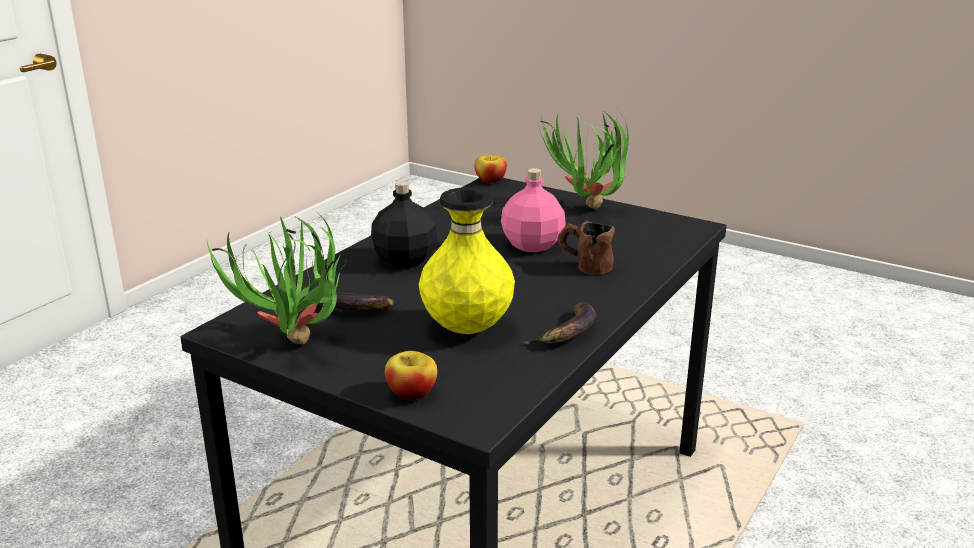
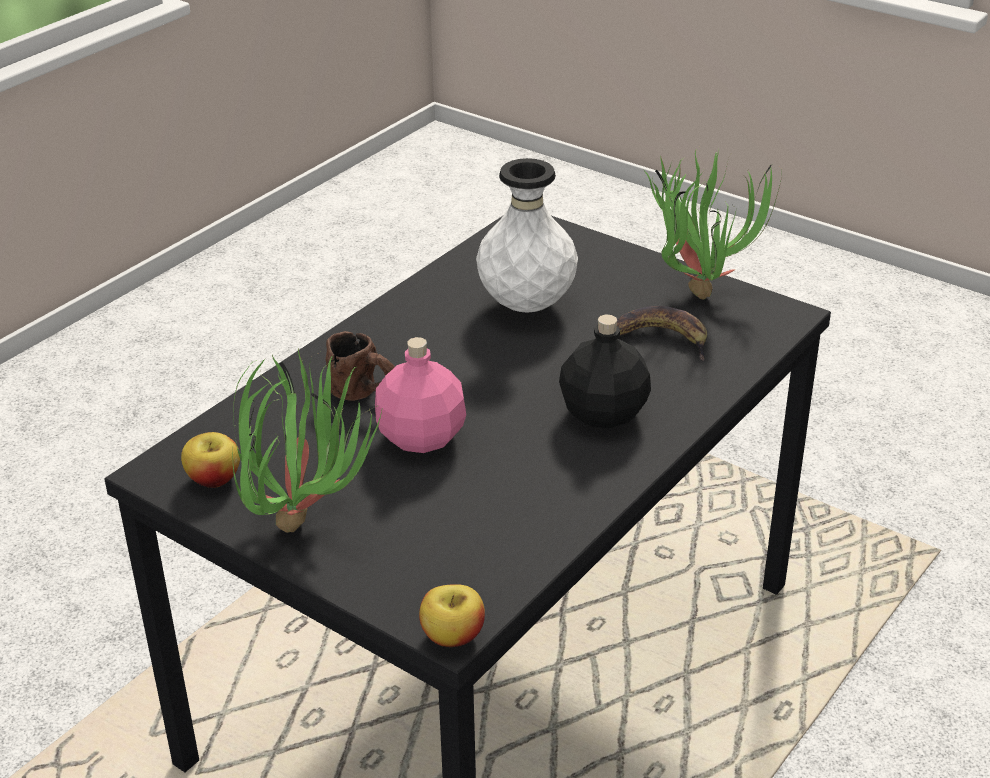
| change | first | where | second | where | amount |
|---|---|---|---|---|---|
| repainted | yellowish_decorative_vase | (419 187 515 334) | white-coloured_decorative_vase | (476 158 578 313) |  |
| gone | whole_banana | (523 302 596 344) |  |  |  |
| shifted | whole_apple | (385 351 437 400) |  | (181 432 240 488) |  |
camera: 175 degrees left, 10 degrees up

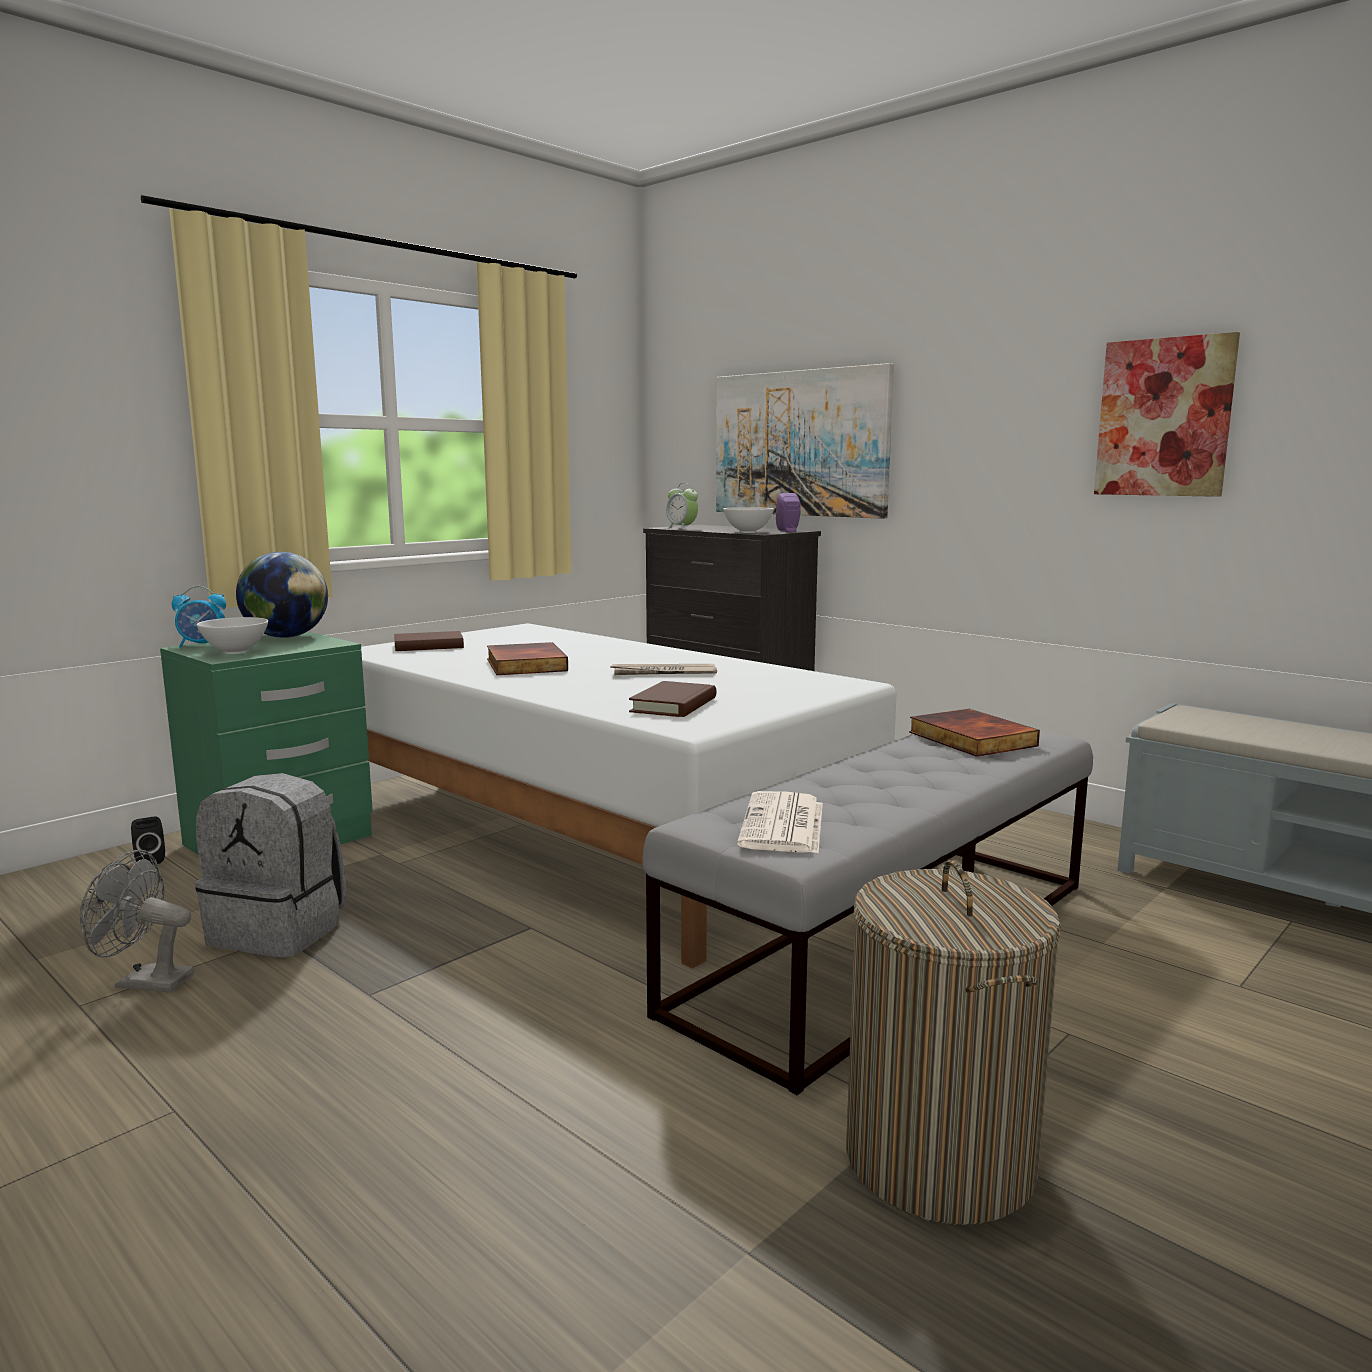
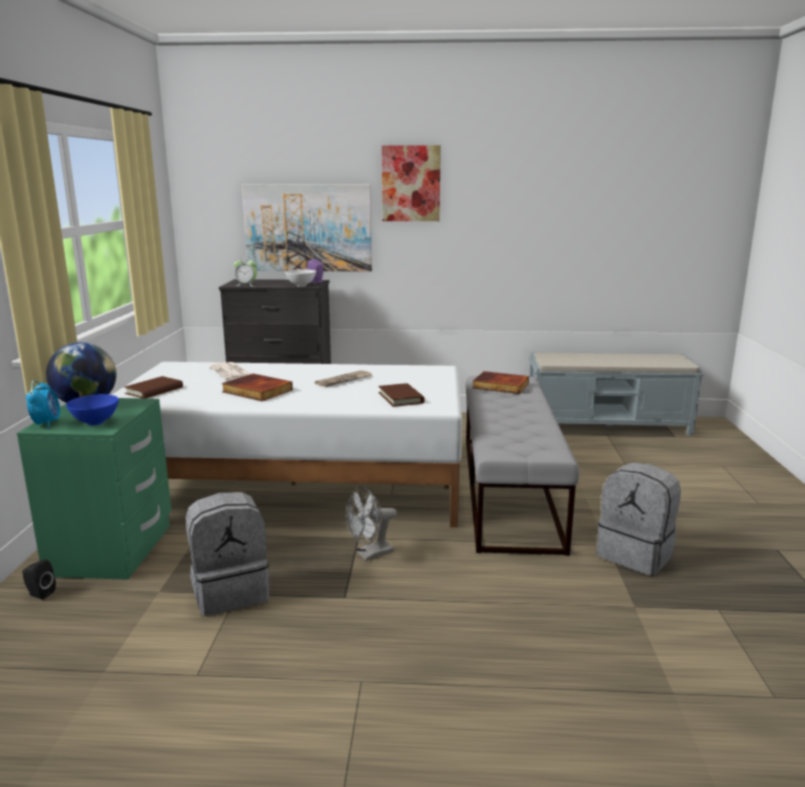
| change | first | where | second | where | amount |
|---|---|---|---|---|---|
| shifted | picture | (1094 332 1240 497) |  | (382 145 441 221) |  |
| rotated | bedside_clock | (172 586 226 648) |  | (26 380 60 429) | 45 degrees counterclockwise |
| repainted | white-coloured_serving_bowl | (197 617 268 654) | bluish_serving_bowl | (66 394 119 426) |  |
| shifted | daily_paper | (737 791 823 853) |  | (209 362 250 380) |  |
| shifted | greyish_electric_fan | (80 850 194 992) |  | (345 487 397 561) |  |
| swapped | laundry_basket | (846 860 1061 1225) | greyish_rucksack | (596 462 681 575) |  |
camera: 40 degrees left, 5 degrees up

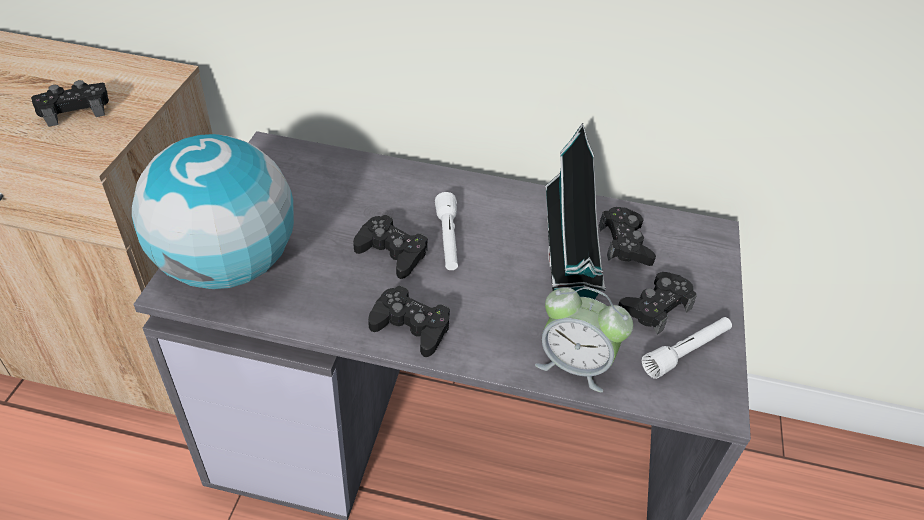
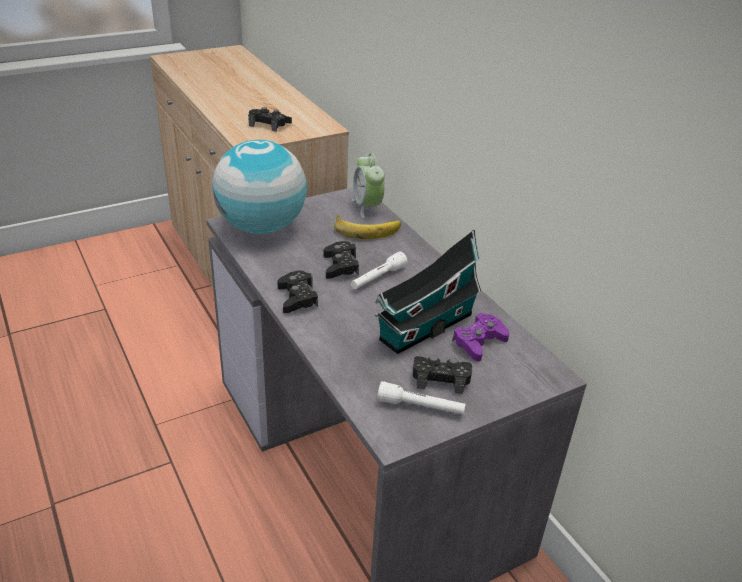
| change | first | where | second | where | amount |
|---|---|---|---|---|---|
| repainted | black_game_controller | (599 207 656 266) | purple_game_controller | (452 313 509 362) |  |
| shifted | bedside_clock | (535 287 633 392) |  | (352 153 385 218) |  |
| new |  |  | whole_banana | (334 214 401 239) |  |
camera: 50 degrees right, 10 degrees down

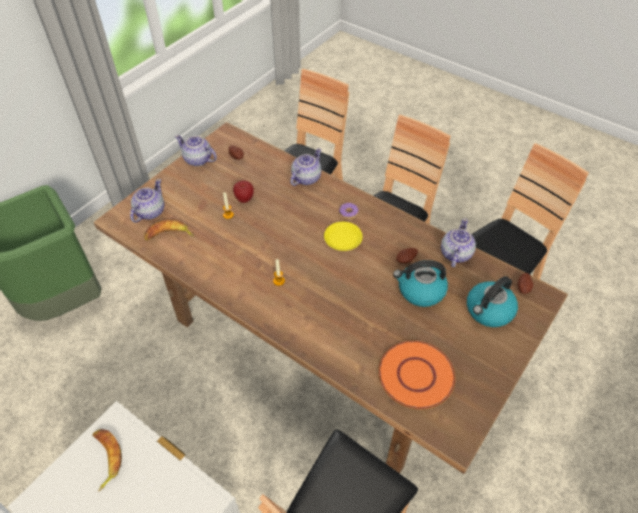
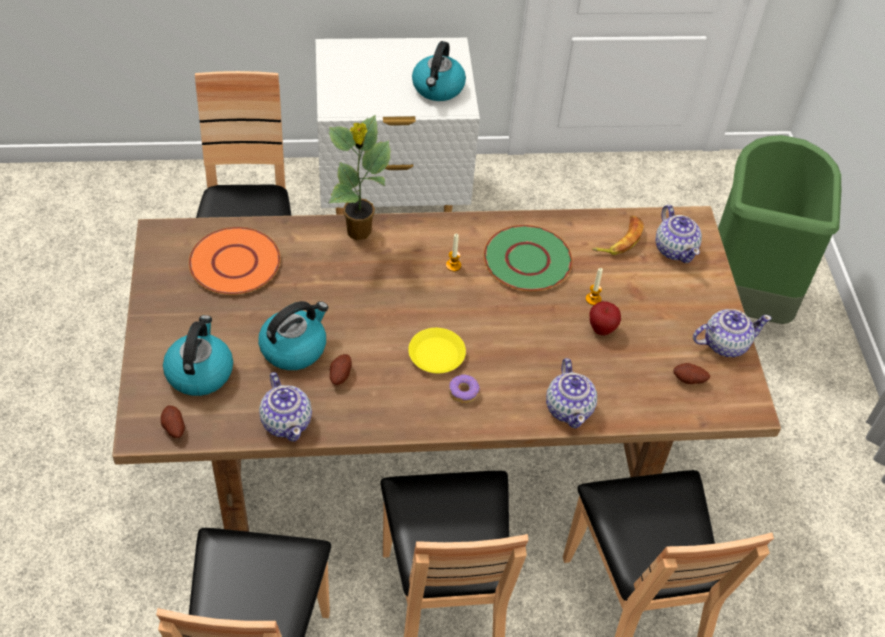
| change | first | where | second | where | amount |
|---|---|---|---|---|---|
| swapped | whole_banana | (92 429 122 492) | water_kettle | (412 41 466 101) |  |
| new |  |  | potted_plant | (329 115 391 240) |  |
| new |  |  | green_flat_dish | (484 225 572 291) |  |
camera: 135 degrees right, 0 degrees up

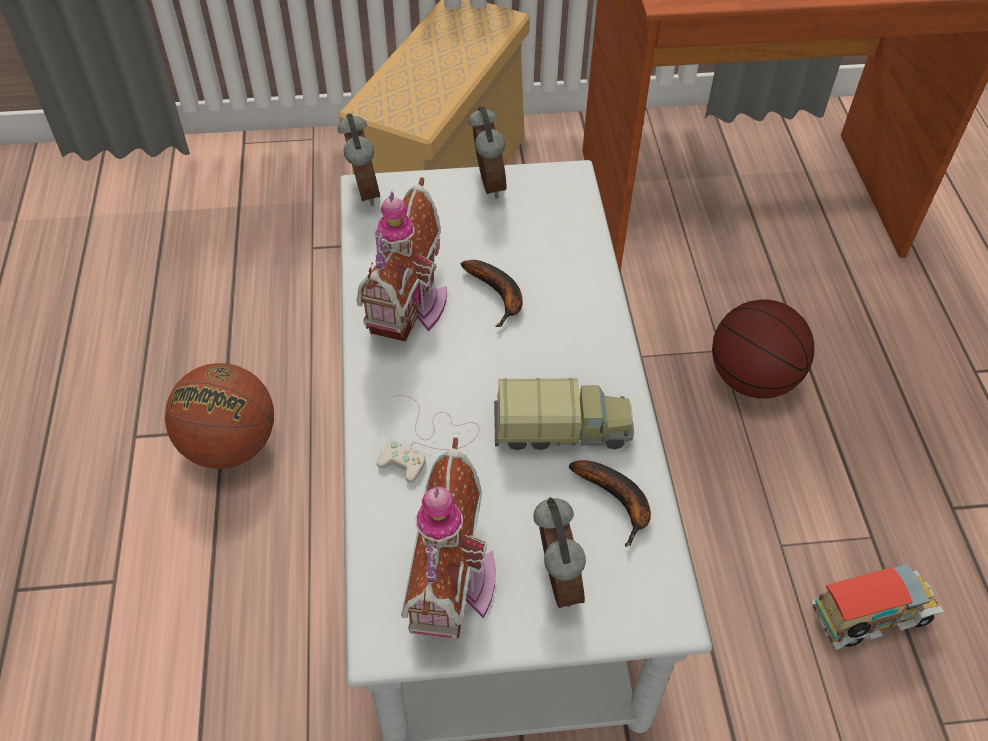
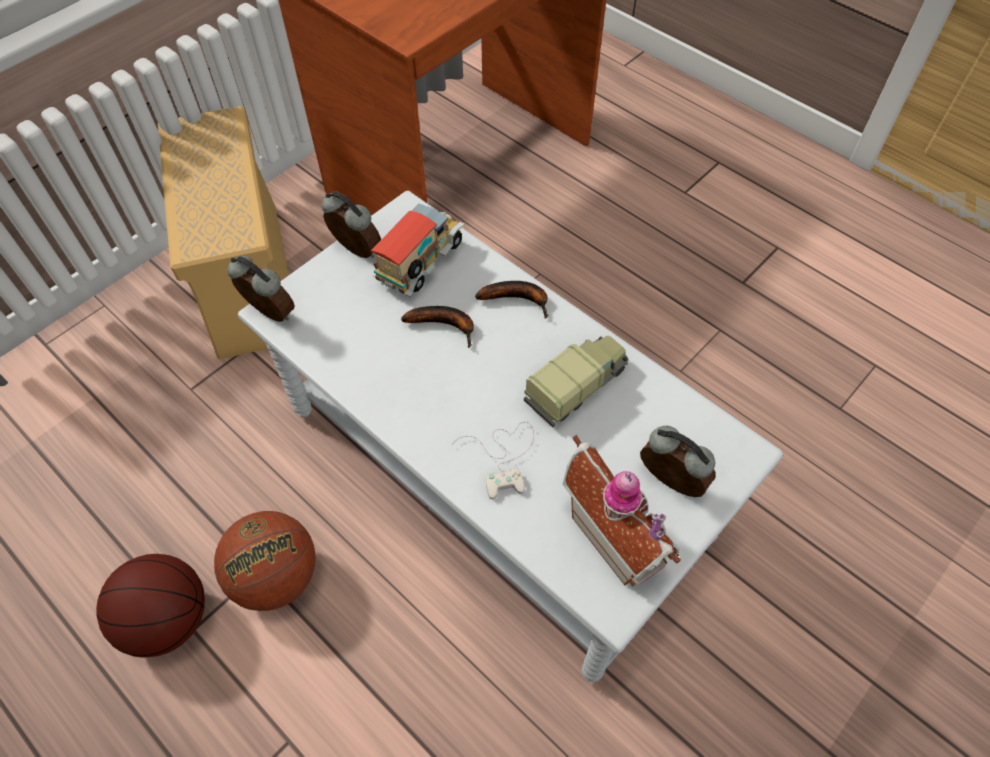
| change | first | where | second | where | amount |
|---|---|---|---|---|---|
| gone | model_house | (356 177 447 342) |  |  |  |
| shifted | ball_for_basketball | (712 299 814 399) |  | (96 554 205 658) |  |
| shifted | whole_banana | (569 460 651 547) |  | (475 281 548 319) |  |
| shifted | model_truck | (811 564 944 650) |  | (371 203 464 296) |  |
camera: 40 degrees left, 5 degrees up

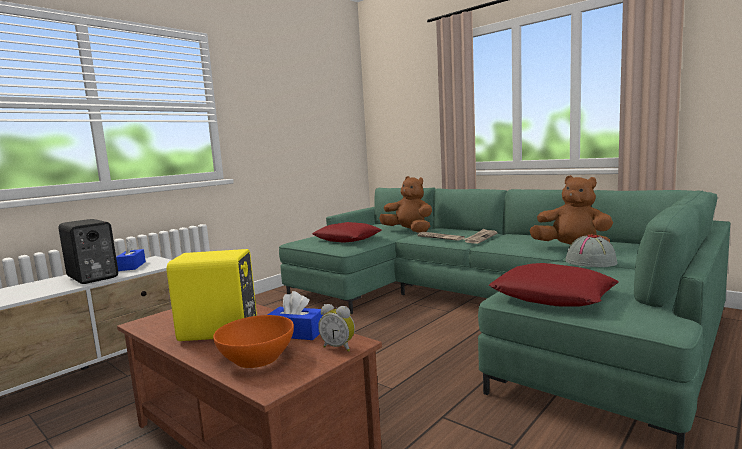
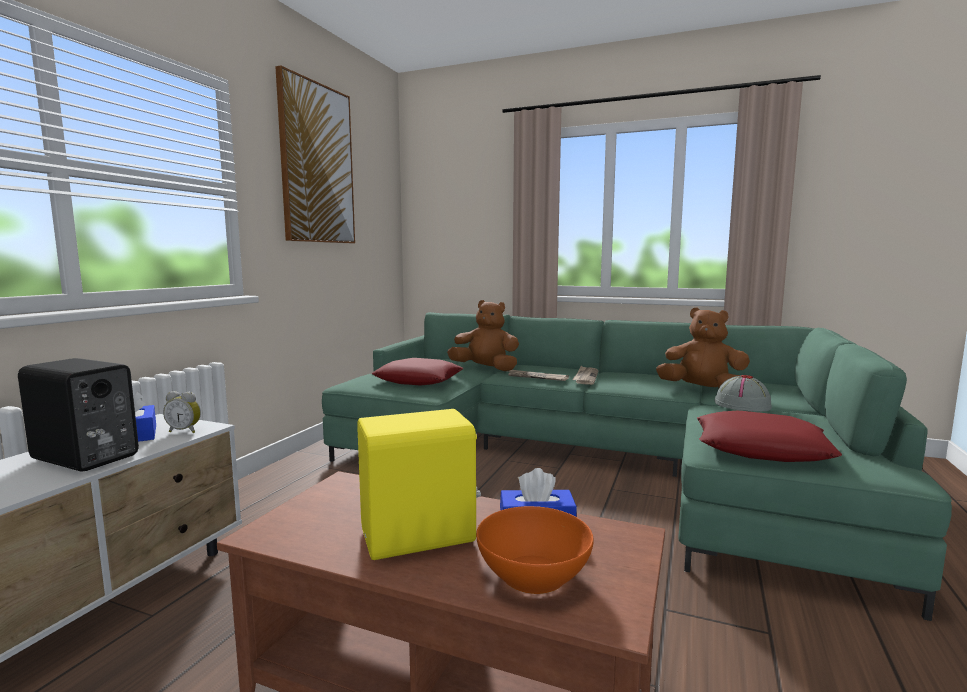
| change | first | where | second | where | amount |
|---|---|---|---|---|---|
| shifted | bedside_clock | (318 304 355 352) |  | (163 391 201 433) |  |
| new |  |  | picture | (275 65 355 243) |  |
camera: 20 degrees left, 0 degrees up

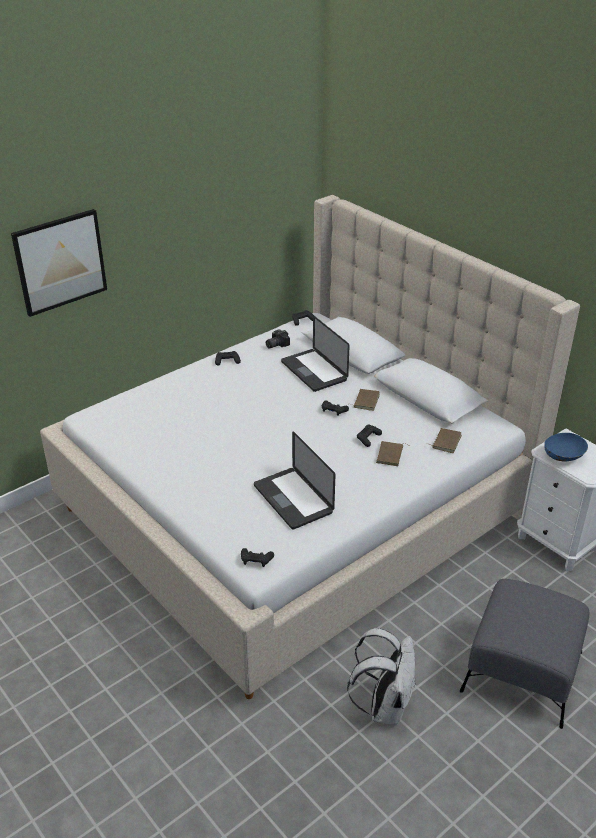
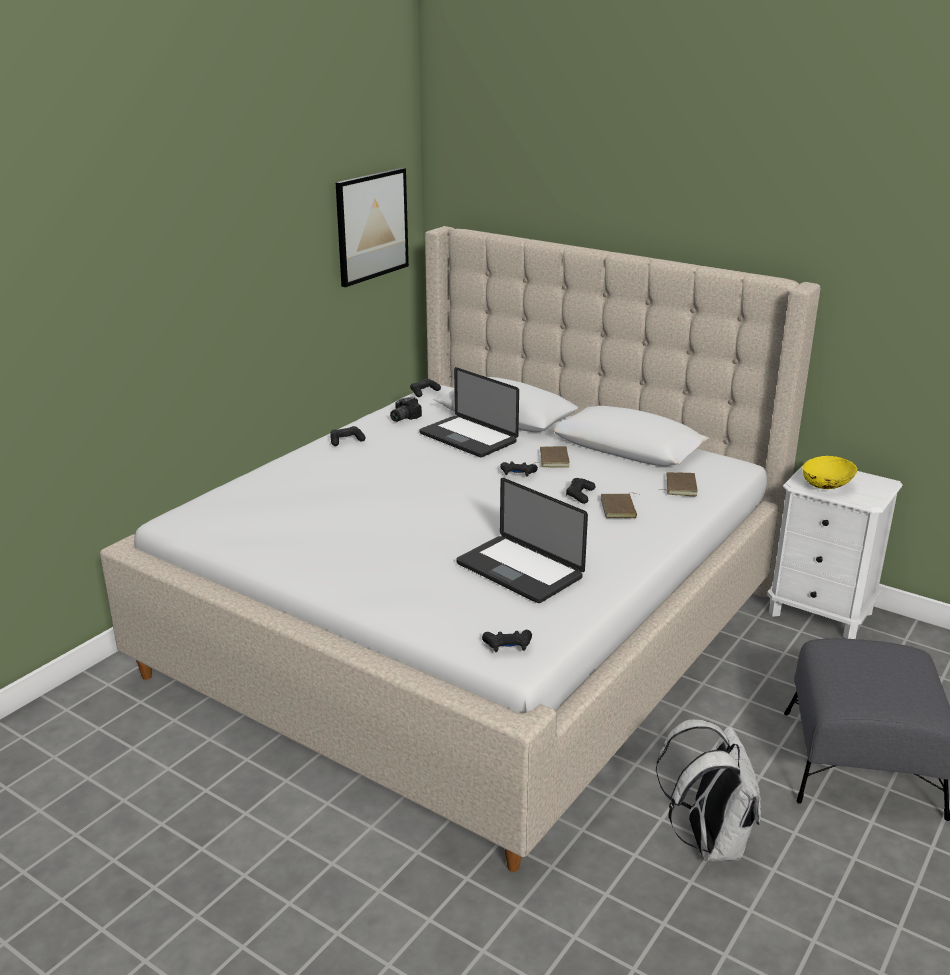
| change | first | where | second | where | amount |
|---|---|---|---|---|---|
| shifted | picture | (11 209 107 317) |  | (336 168 409 287) |  |
| repainted | bluish_serving_bowl | (544 433 588 461) | yellowish_serving_bowl | (802 456 857 489) |  |
camera: 15 degrees left, 10 degrees down

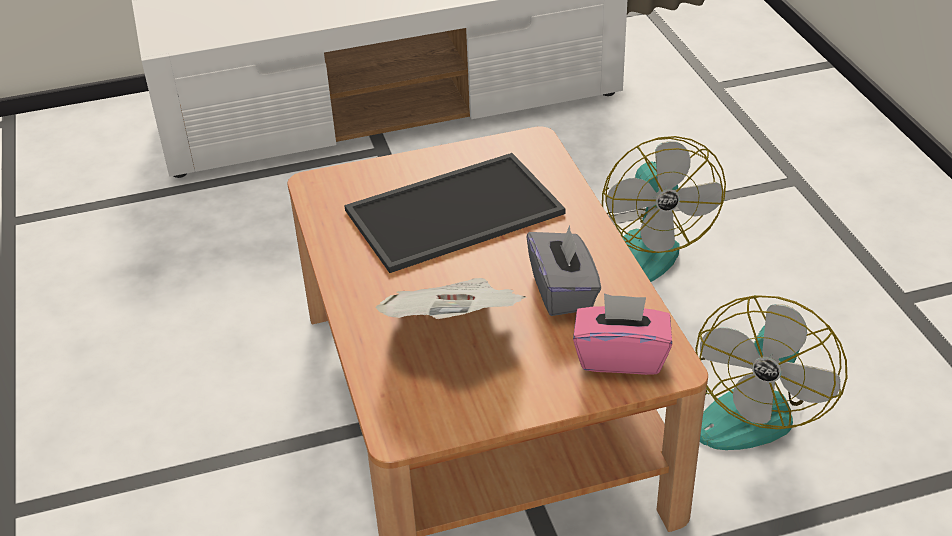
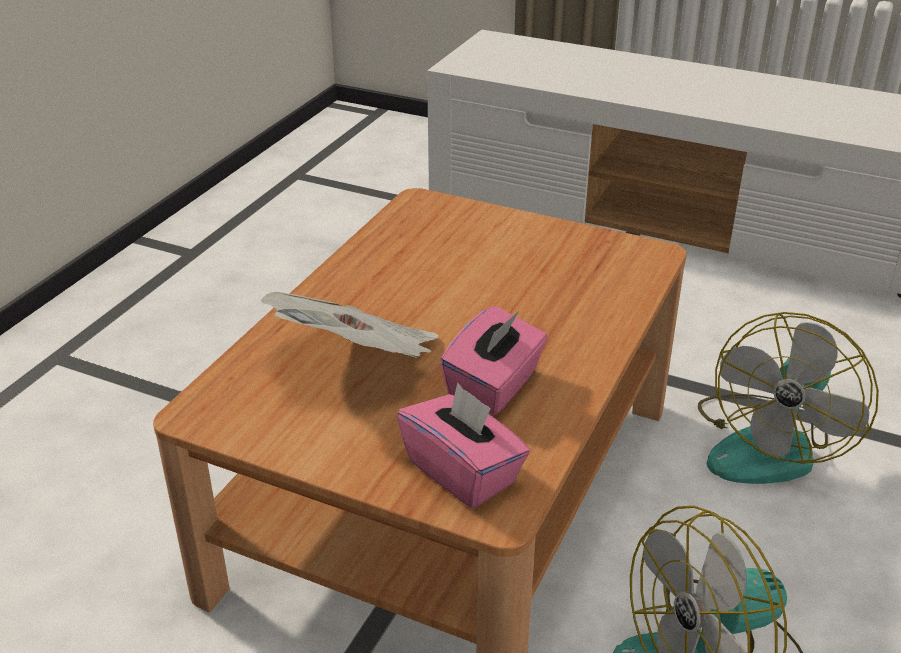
| change | first | where | second | where | amount |
|---|---|---|---|---|---|
| gone | serving_tray | (344 153 565 273) |  |  |  |
| repainted | greyish_tissue_holder | (526 225 601 316) | pink_tissue_holder | (440 306 548 415) |  |
camera: 40 degrees right, 5 degrees down

